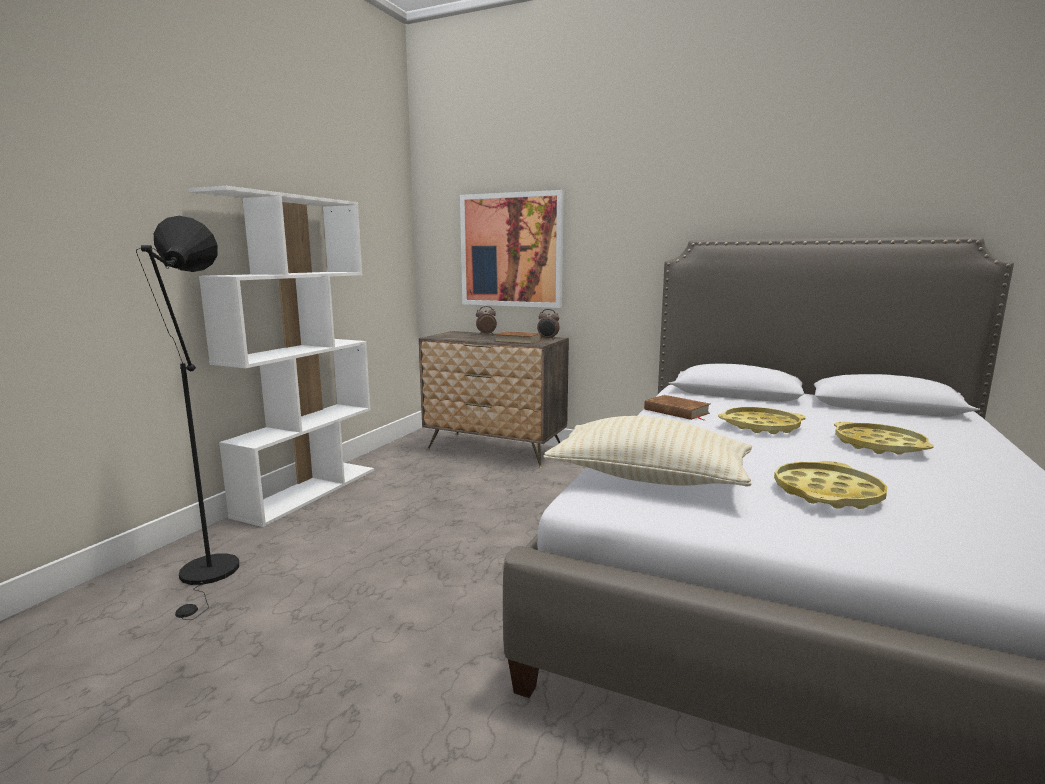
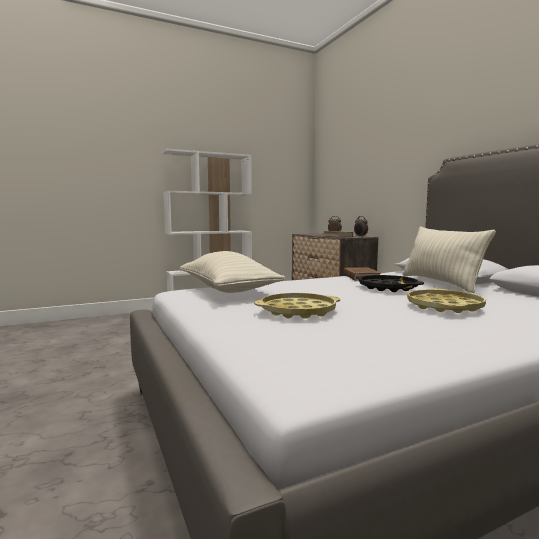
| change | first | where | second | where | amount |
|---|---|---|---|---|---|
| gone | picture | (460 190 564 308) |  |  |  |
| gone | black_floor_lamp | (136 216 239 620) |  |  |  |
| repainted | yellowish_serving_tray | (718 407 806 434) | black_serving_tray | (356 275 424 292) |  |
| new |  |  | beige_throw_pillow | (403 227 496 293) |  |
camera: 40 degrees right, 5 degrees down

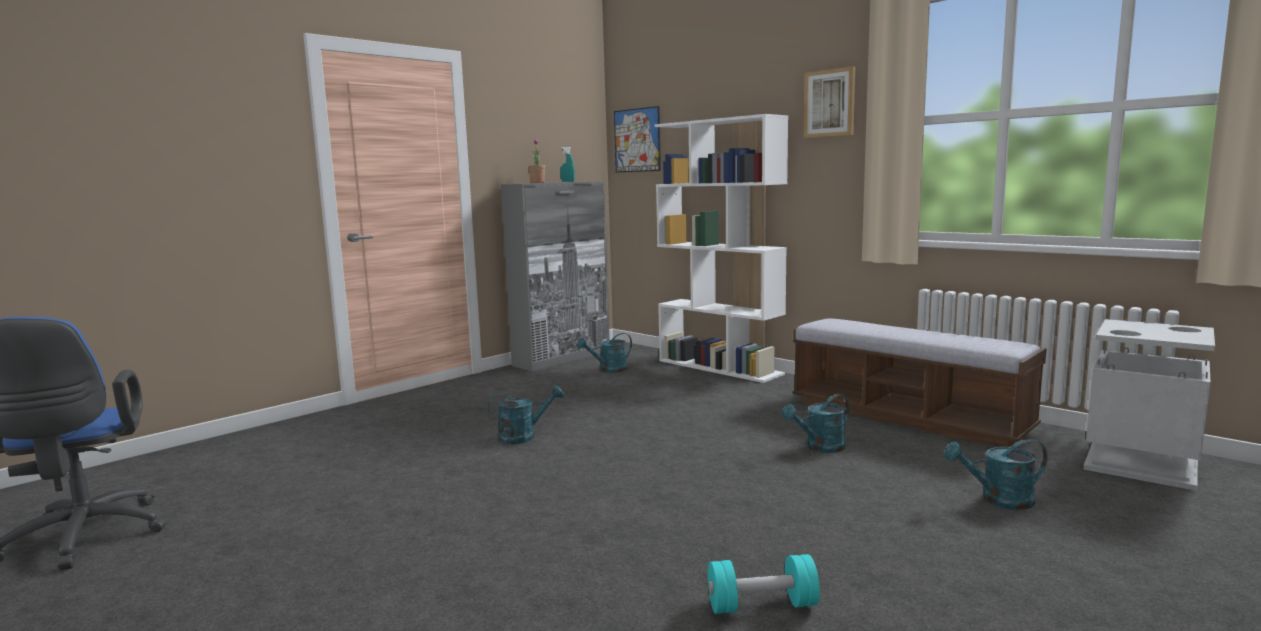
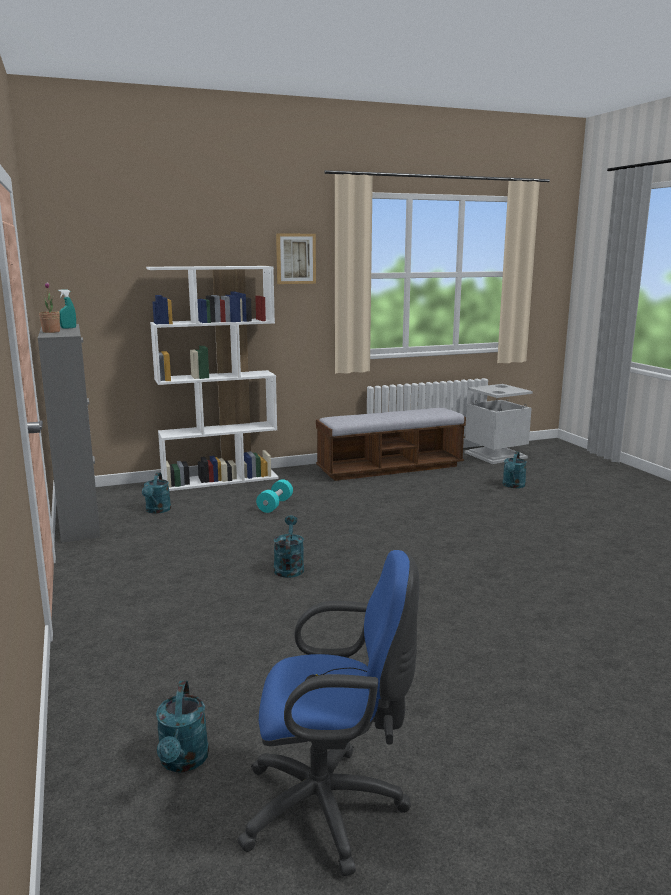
| change | first | where | second | where | amount |
|---|---|---|---|---|---|
| gone | picture | (614 106 661 172) |  |  |  |
| shifted | turquoise_sprinkling_can | (782 394 850 453) |  | (156 680 209 772) |  |
| shifted | turquoise_dumbbell | (708 554 820 614) |  | (256 479 293 513) |  |
camera: 65 degrees left, 5 degrees up

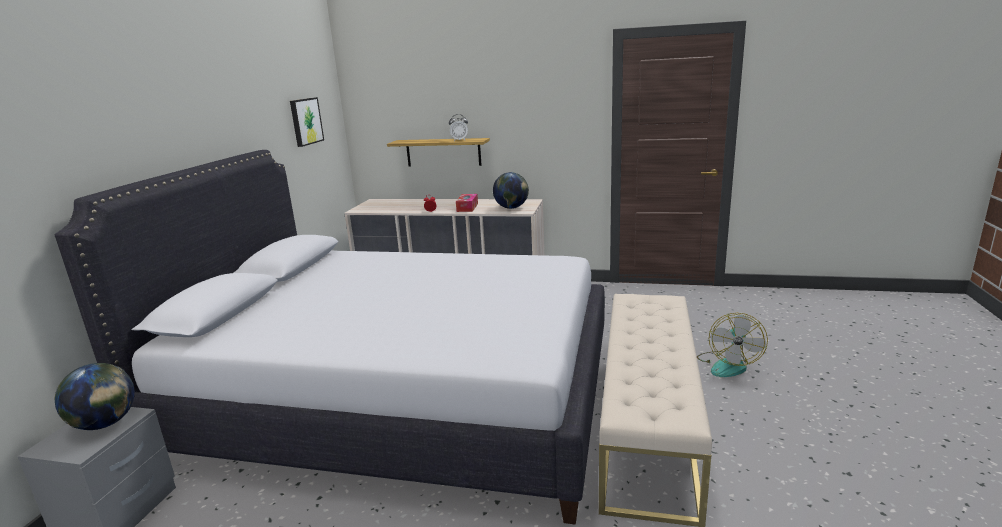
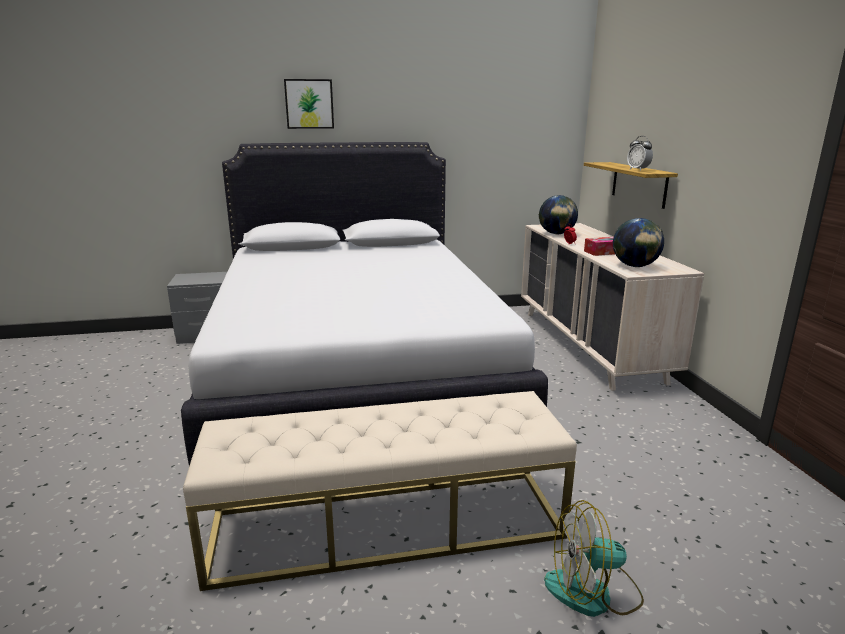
| change | first | where | second | where | amount |
|---|---|---|---|---|---|
| shifted | picture | (290 97 324 147) |  | (284 79 334 129) |  |
| shifted | world_globe | (54 363 135 430) |  | (539 195 578 234) |  |
camera: 65 degrees right, 0 degrees up

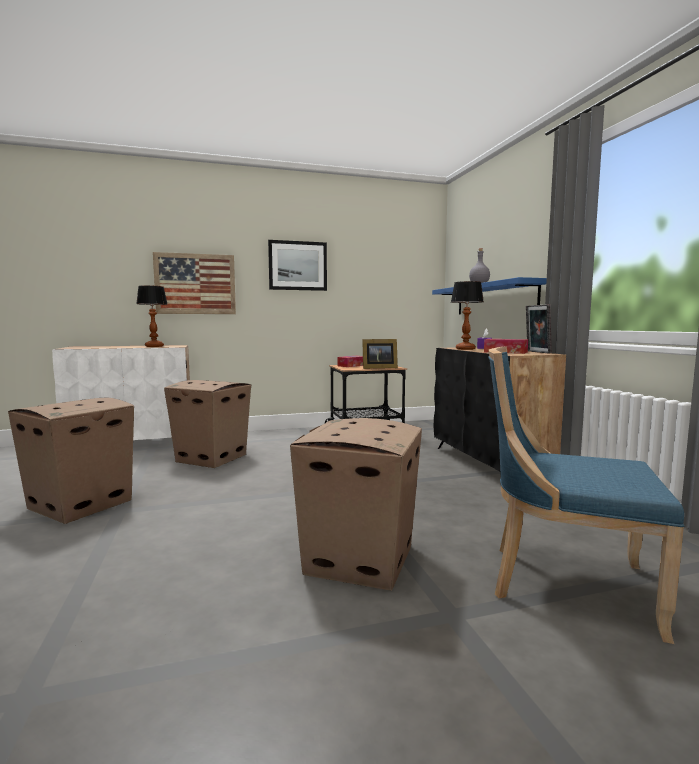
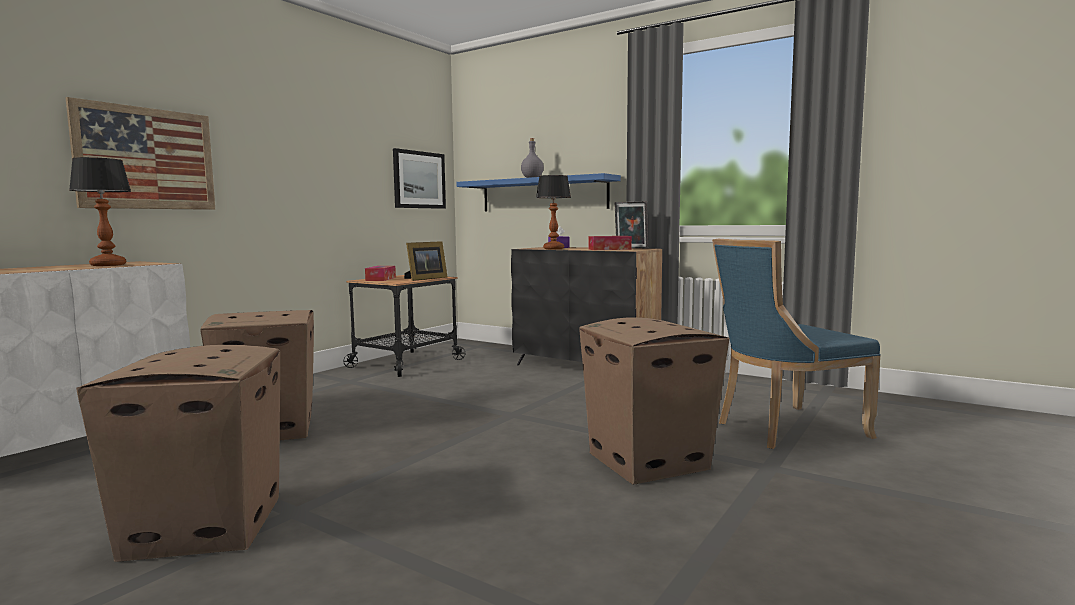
| change | first | where | second | where | amount |
|---|---|---|---|---|---|
| shifted | picture | (268 240 327 291) |  | (393 148 446 209) |  |
camera: 40 degrees left, 0 degrees up

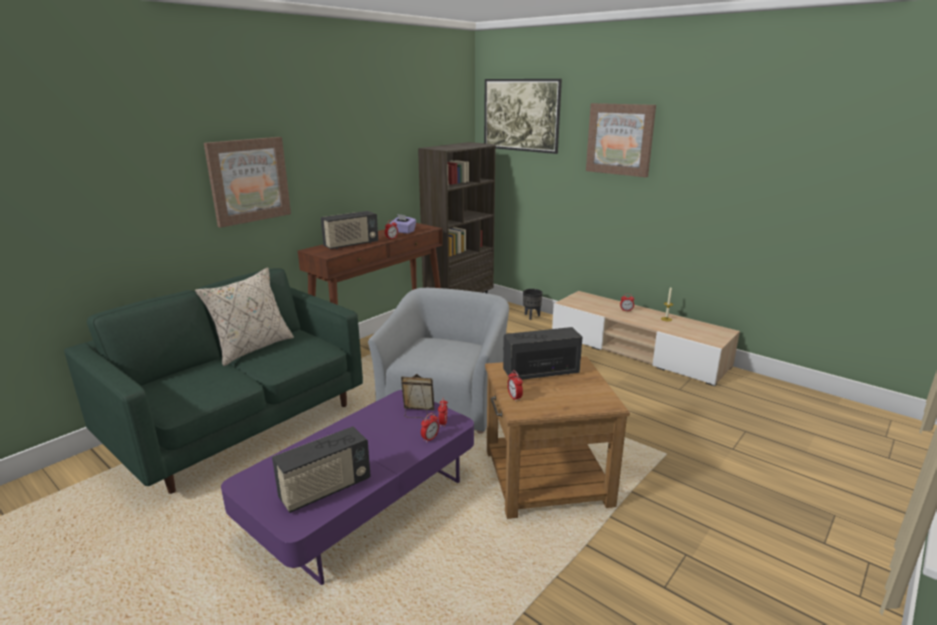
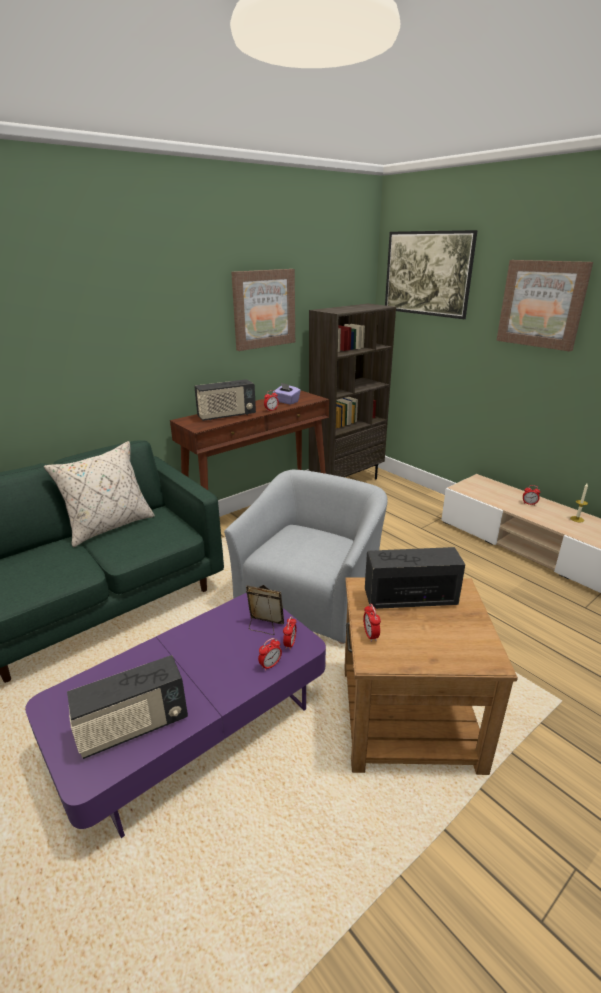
| change | first | where | second | where | amount |
|---|---|---|---|---|---|
| shifted | picture | (204 137 291 228) |  | (231 269 295 351) |  |
| gone | black_plant_pot | (523 289 543 320) |  |  |  |
camera: 10 degrees right, 5 degrees up

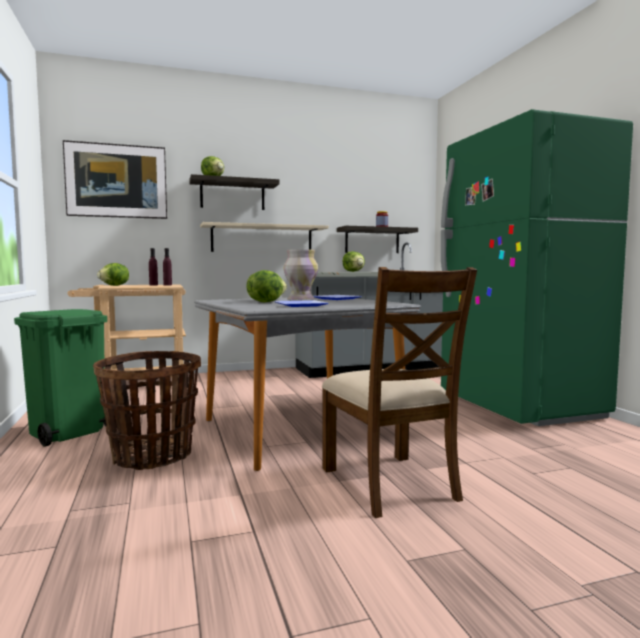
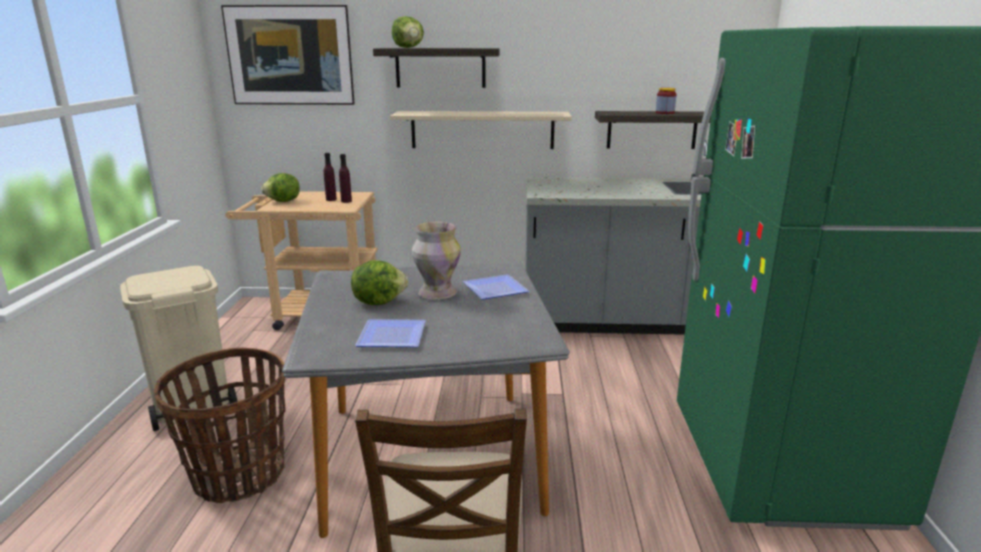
| change | first | where | second | where | amount |
|---|---|---|---|---|---|
| gone | head_of_lettuce | (343 251 365 272) |  |  |  |
| repainted | green_rubbish_bin | (14 309 107 447) | beige_rubbish_bin | (120 266 237 431) |  |
camera: 20 degrees right, 15 degrees up

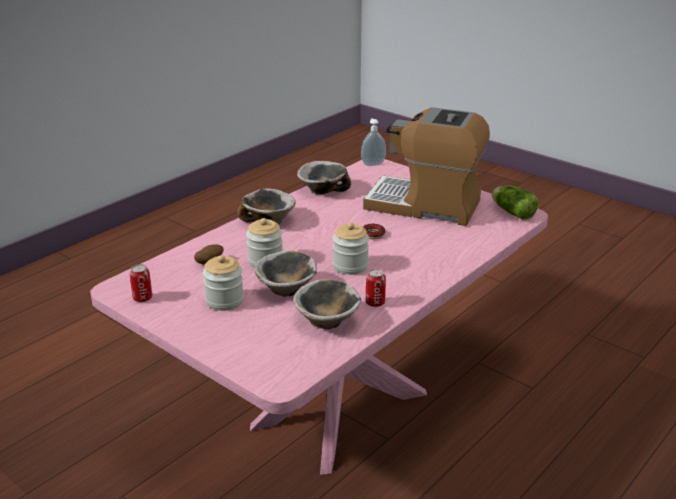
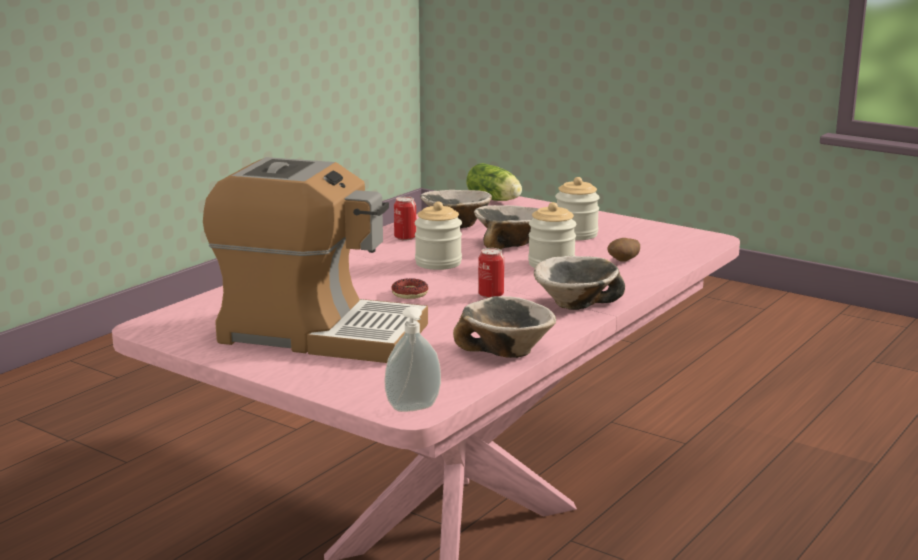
| change | first | where | second | where | amount |
|---|---|---|---|---|---|
| shifted | head_of_lettuce | (492 185 539 220) |  | (466 163 522 201) |  |
| shifted | sealed_can | (130 264 153 302) |  | (478 248 504 298) |  |
camera: 175 degrees right, 10 degrees down

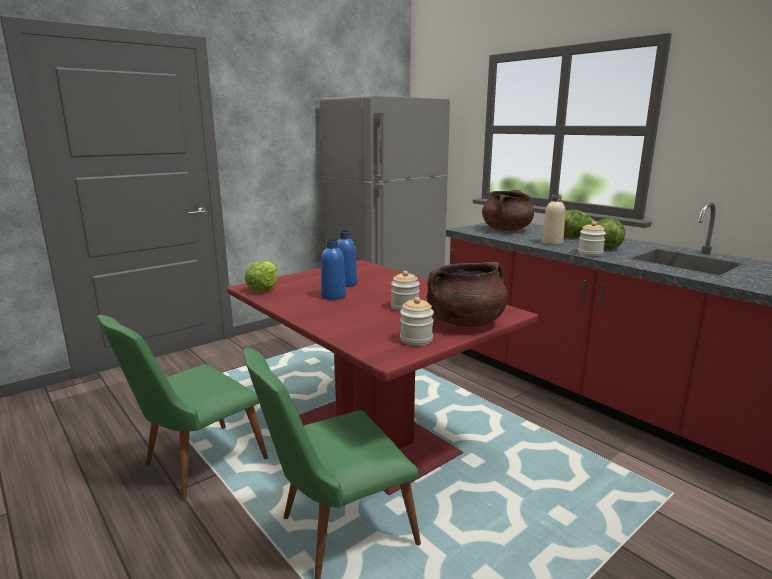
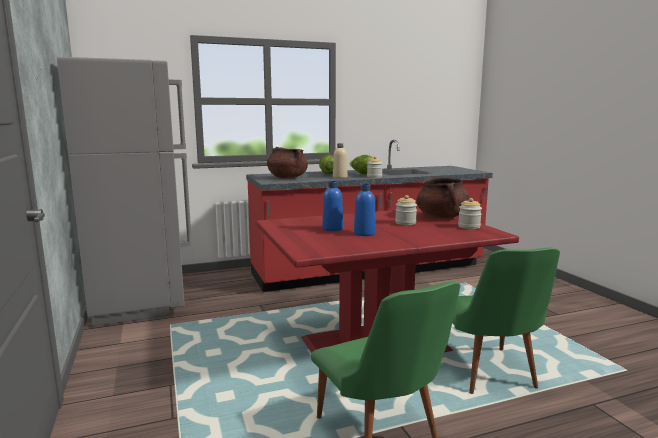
| change | first | where | second | where | amount |
|---|---|---|---|---|---|
| gone | head_of_lettuce | (245 261 277 292) |  |  |  |
camera: 70 degrees left, 5 degrees down

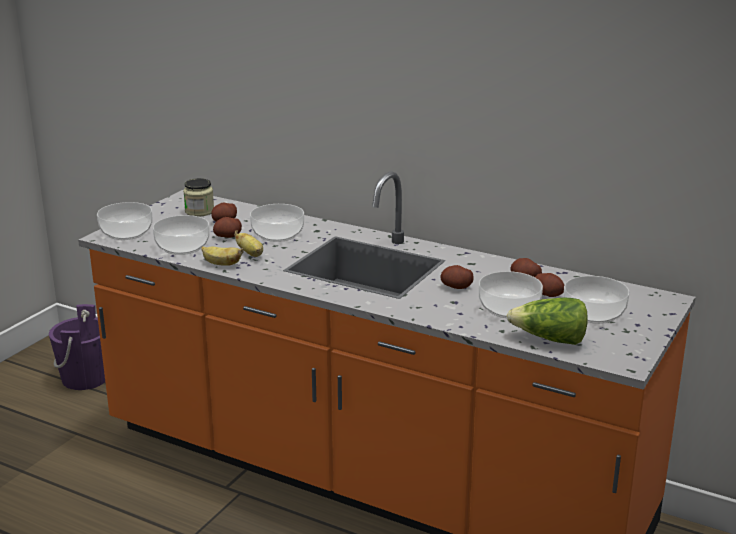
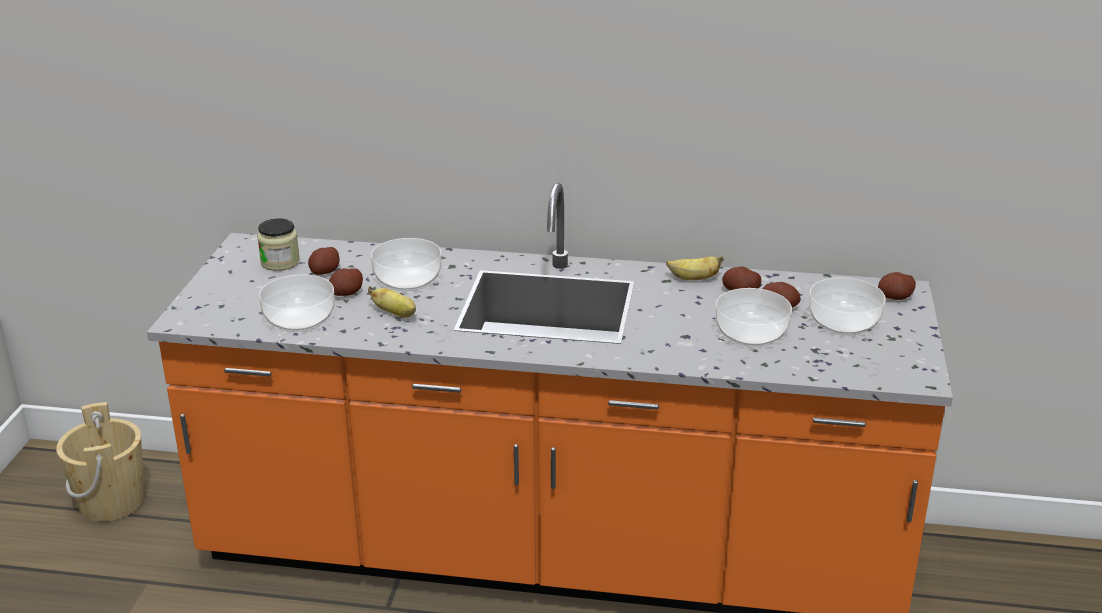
| change | first | where | second | where | amount |
|---|---|---|---|---|---|
| gone | serving_bowl | (97 202 152 240) |  |  |  |
| shifted | whole_banana | (201 246 243 266) |  | (666 256 724 280) |  |
| shifted | whole_potato | (440 265 474 289) |  | (878 272 916 300) |  |
| gone | head_of_lettuce | (507 298 588 345) |  |  |  |
| repainted | purple_water_bucket | (49 304 105 390) | beige_water_bucket | (56 402 144 522) |  |
camera: 20 degrees left, 5 degrees up

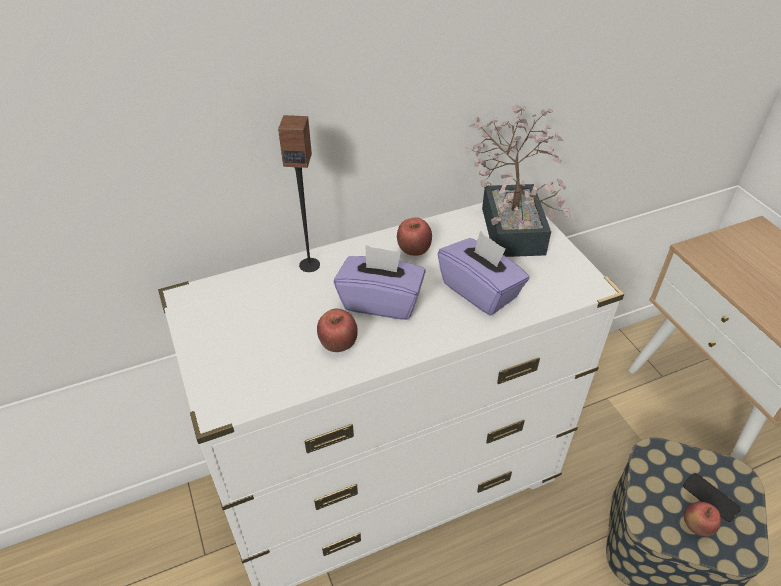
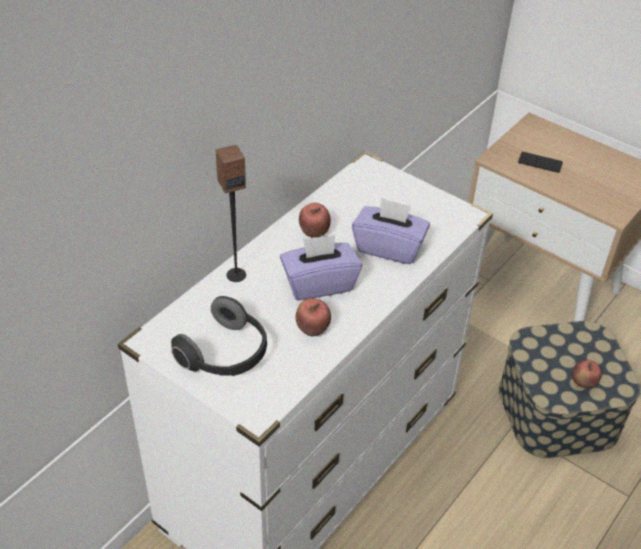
| change | first | where | second | where | amount |
|---|---|---|---|---|---|
| gone | potted_plant | (465 105 570 257) |  |  |  |
| shifted | telephone | (683 473 741 522) |  | (518 152 563 173) |  |
| new |  |  | headphones | (171 296 267 376) |  |
camera: 30 degrees left, 0 degrees up

